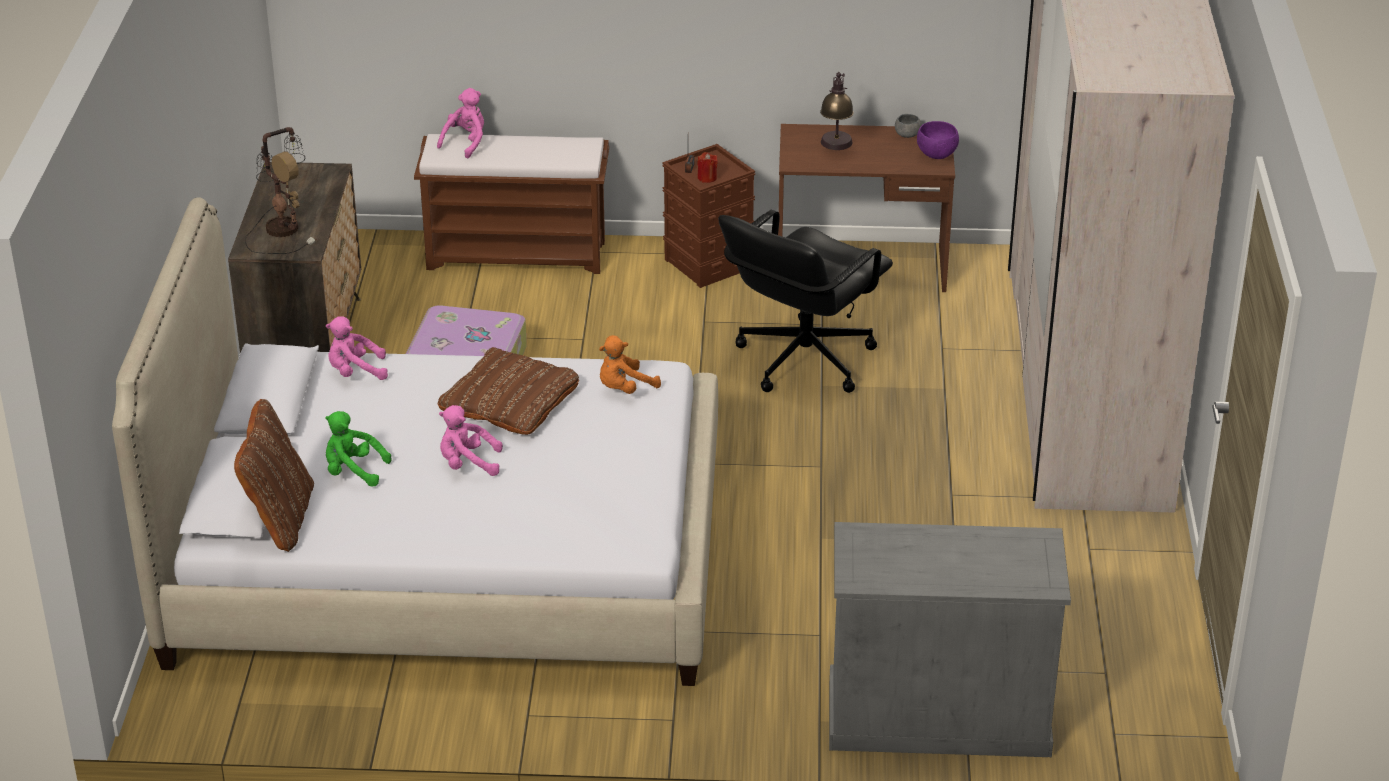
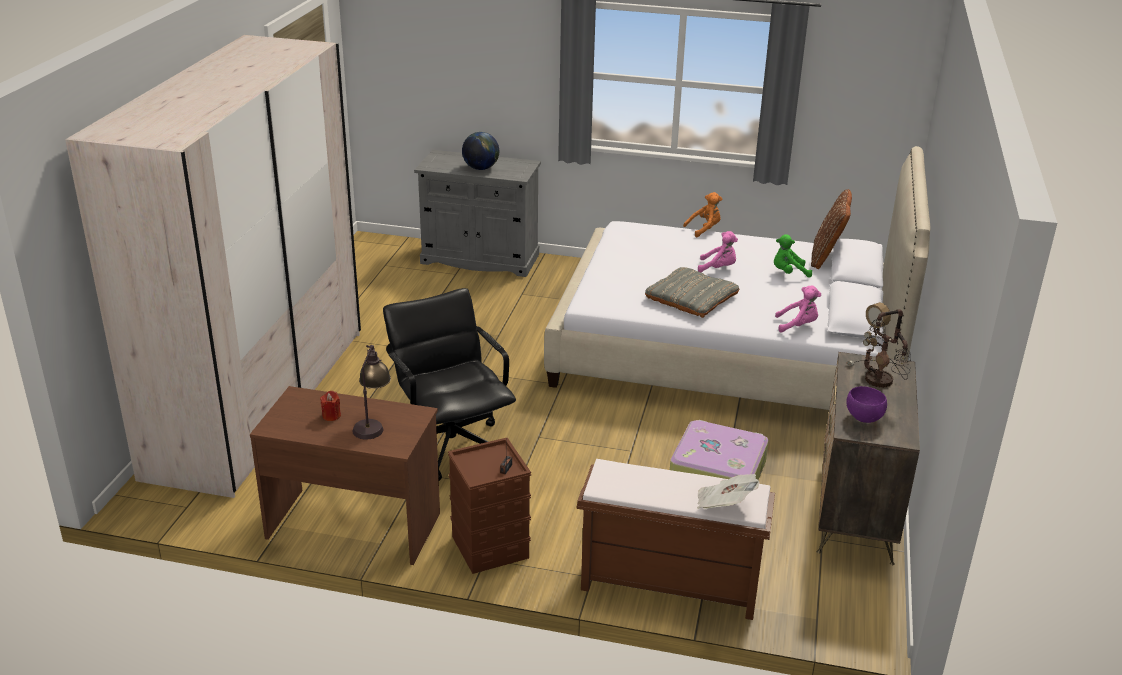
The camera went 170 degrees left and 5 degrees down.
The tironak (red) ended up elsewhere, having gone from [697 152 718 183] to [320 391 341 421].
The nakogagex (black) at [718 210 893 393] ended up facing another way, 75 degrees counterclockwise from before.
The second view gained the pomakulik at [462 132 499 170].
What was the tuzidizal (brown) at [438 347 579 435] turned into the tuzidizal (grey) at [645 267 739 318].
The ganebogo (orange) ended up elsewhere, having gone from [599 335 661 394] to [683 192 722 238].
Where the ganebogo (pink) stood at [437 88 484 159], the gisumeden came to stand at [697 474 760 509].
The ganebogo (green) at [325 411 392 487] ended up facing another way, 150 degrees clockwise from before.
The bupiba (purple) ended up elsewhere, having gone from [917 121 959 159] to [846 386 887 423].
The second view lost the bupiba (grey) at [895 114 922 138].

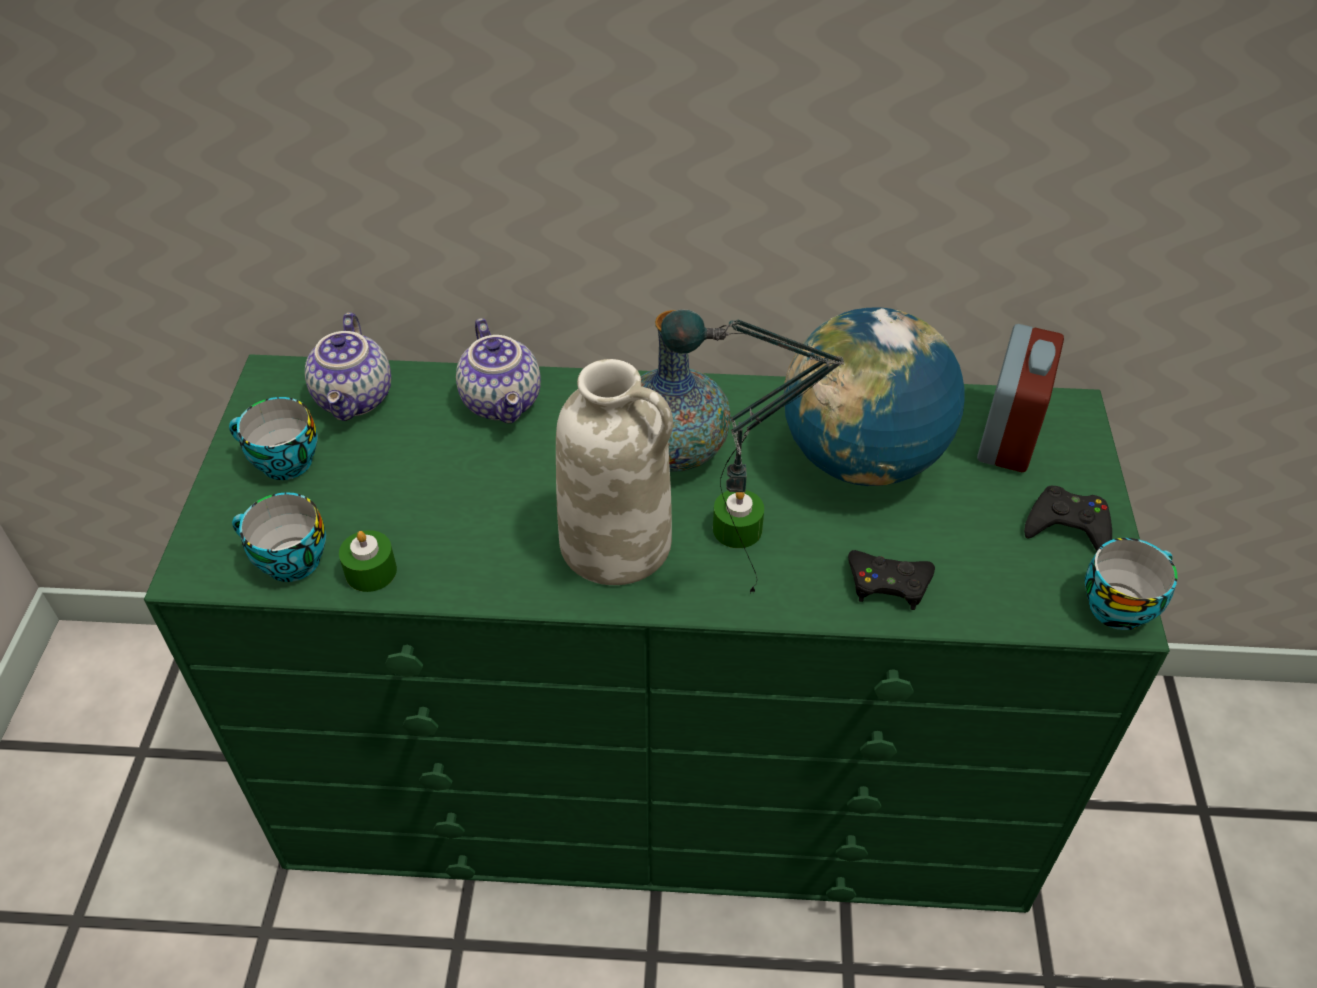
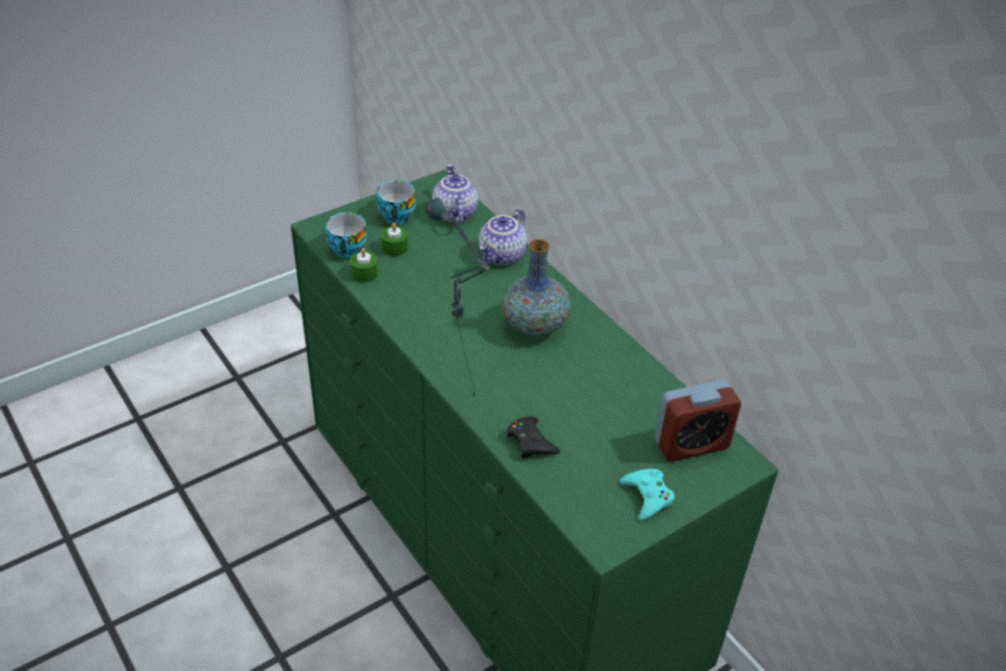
The camera went 50 degrees right and 5 degrees down.
The tironak (green) ended up elsewhere, having gone from [713 490 764 548] to [381 223 408 256].
The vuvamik at [305 312 391 421] ended up facing another way, 120 degrees clockwise from before.
What was the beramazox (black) at [1024 486 1112 551] turned into the beramazox (turquoise) at [619 469 675 521].
The second view lost the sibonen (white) at [556 359 673 585].
The second view lost the pomakulik at [784 308 965 486].
The second view lost the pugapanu at [1085 538 1178 630].

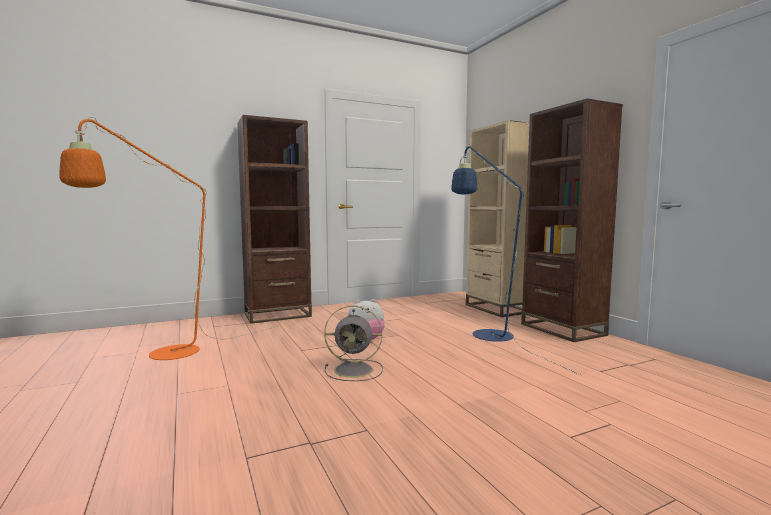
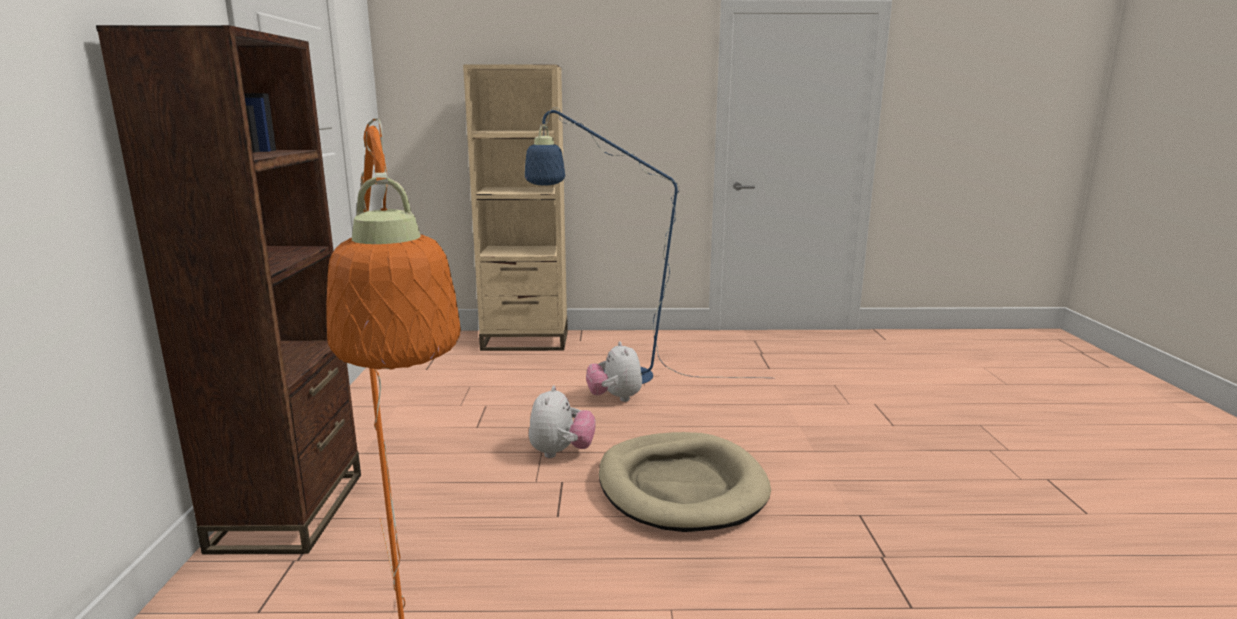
The camera went 65 degrees left and 10 degrees up.
The second view gained the ganebogo at [586 341 642 402].
Where the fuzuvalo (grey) stood at [324 306 383 381], the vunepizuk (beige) came to stand at [599 432 771 532].
The second view lost the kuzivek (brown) at [521 98 623 342].

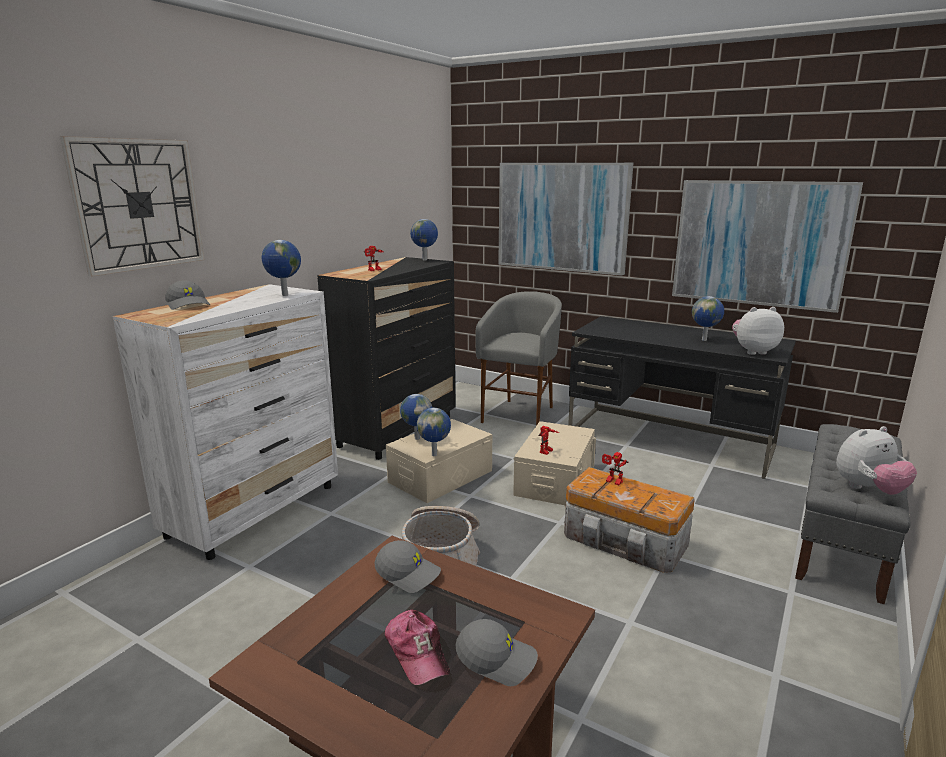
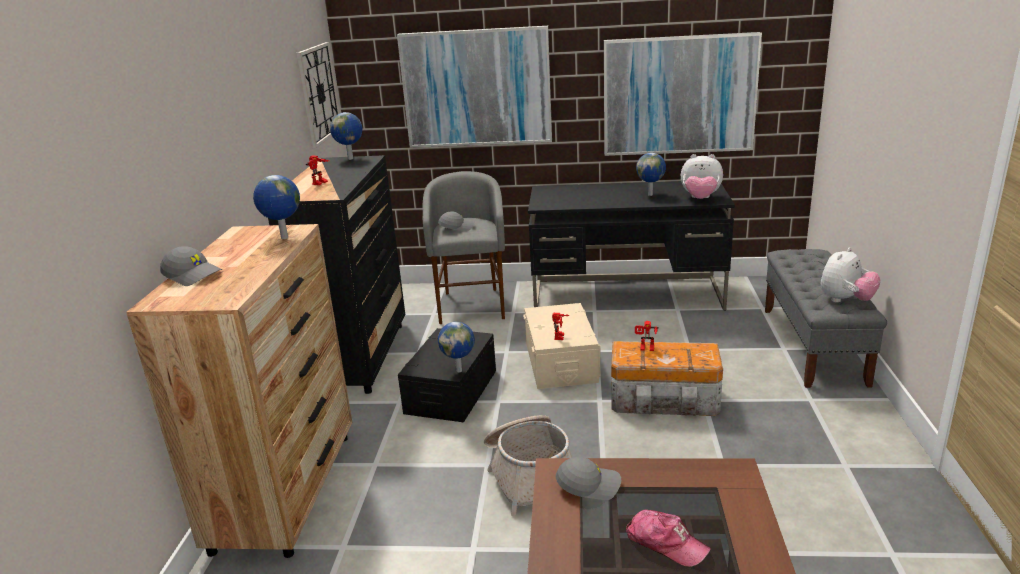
The camera went 25 degrees left and 5 degrees up.
What was the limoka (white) at [112 284 338 560] turned into the limoka (brown) at [126 224 352 558].
The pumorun ended up elsewhere, having gone from [60 136 205 277] to [296 42 340 148].
What was the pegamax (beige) at [386 419 492 503] turned into the pegamax (black) at [398 328 496 422].
The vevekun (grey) ended up elsewhere, having gone from [455 619 538 686] to [438 211 475 231].
The ganebogo at [732 307 784 355] ended up facing another way, 135 degrees counterclockwise from before.
The second view lost the pomakulik at [400 394 432 440].

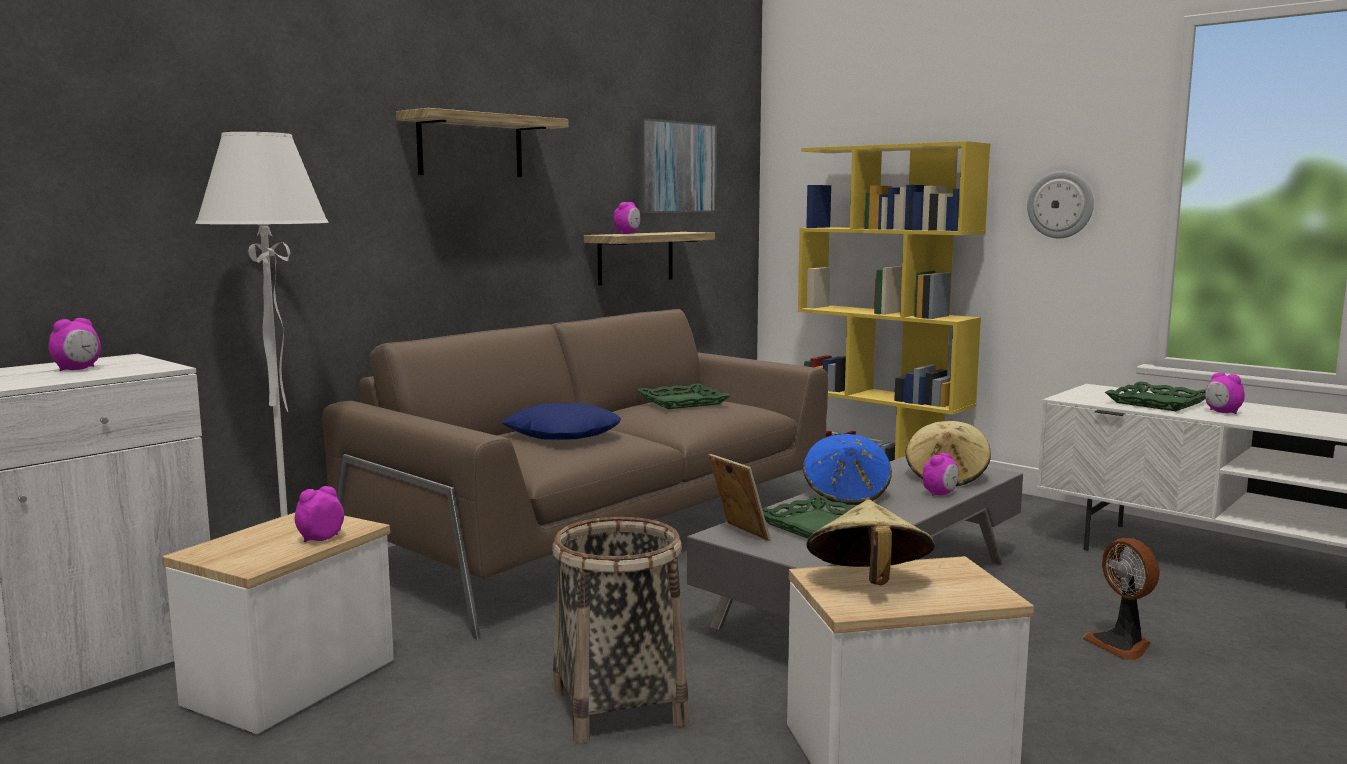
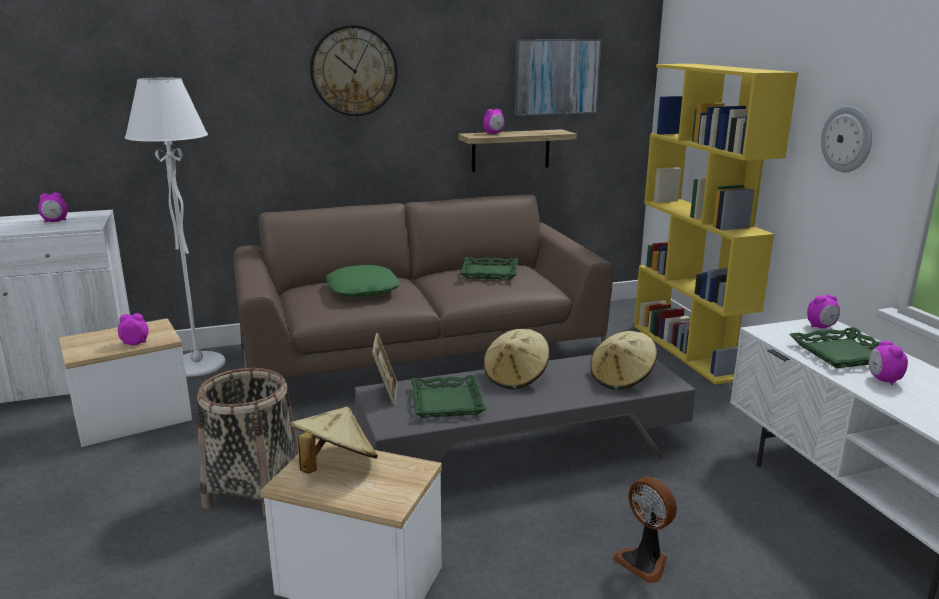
The camera went 30 degrees right and 10 degrees up.
Where the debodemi hung at [396 108 569 177], the pumorun came to hang at [310 25 398 116].
What was the tuzidizal (blue) at [502 403 621 440] turned into the tuzidizal (green) at [326 265 400 297].
What was the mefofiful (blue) at [803 434 892 505] turned into the mefofiful (beige) at [484 329 550 389].
The fuzuvalo at [1082 538 1160 660] ended up facing another way, 45 degrees counterclockwise from before.
The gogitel ended up elsewhere, having gone from [923 453 959 496] to [807 294 840 328].

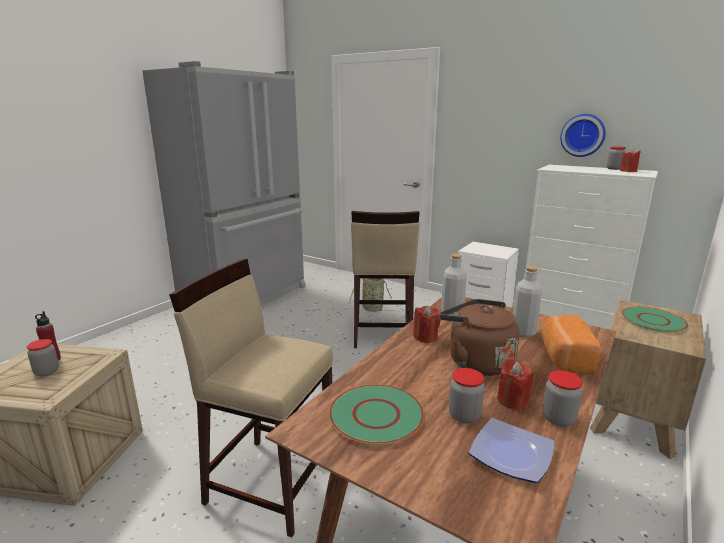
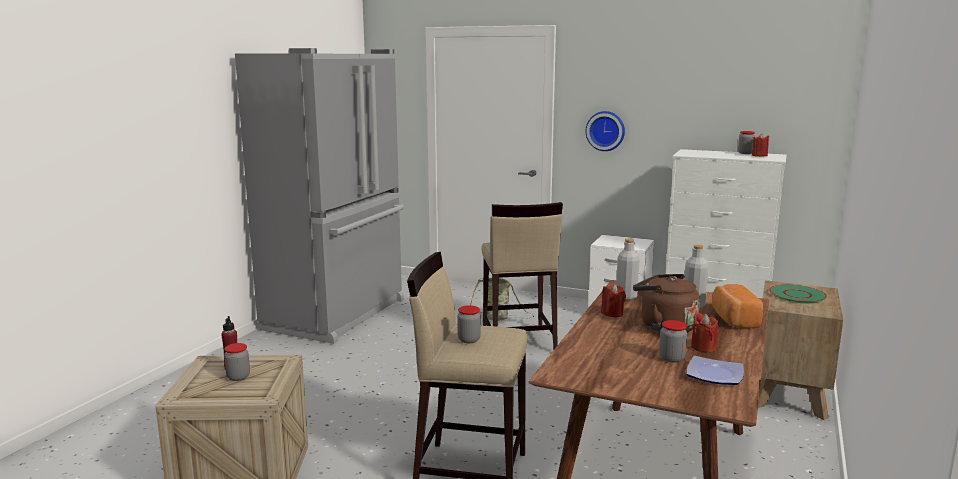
The camera went 10 degrees left and 5 degrees down.
The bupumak ended up elsewhere, having gone from [542 370 583 427] to [457 305 481 343].
The pumorun ended up elsewhere, having gone from [560 114 606 157] to [585 111 625 151].
The second view lost the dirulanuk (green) at [329 384 424 445].

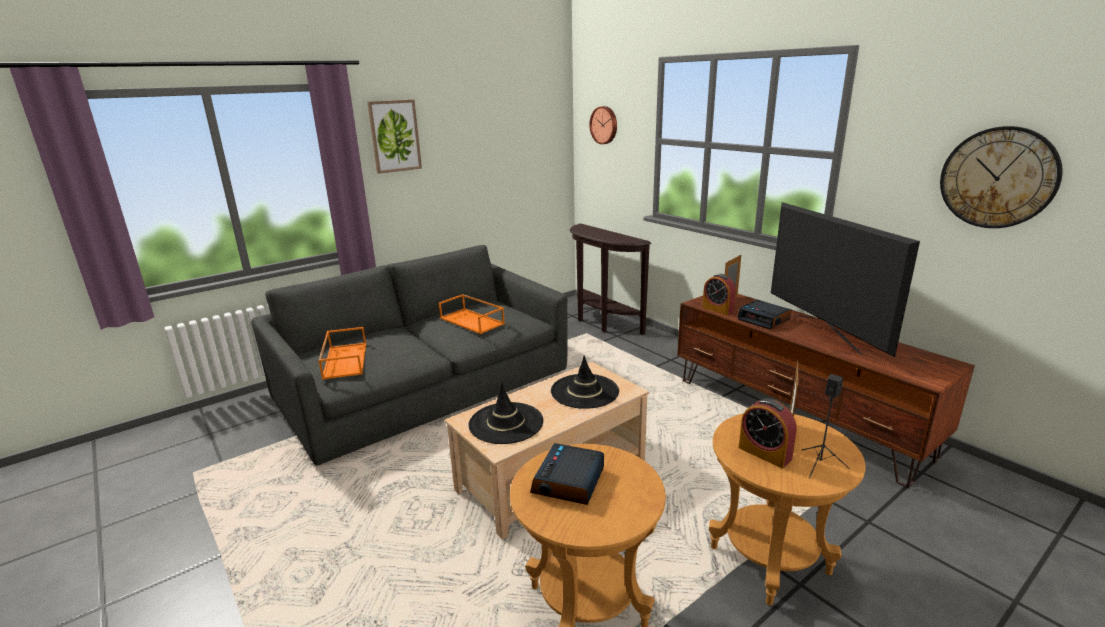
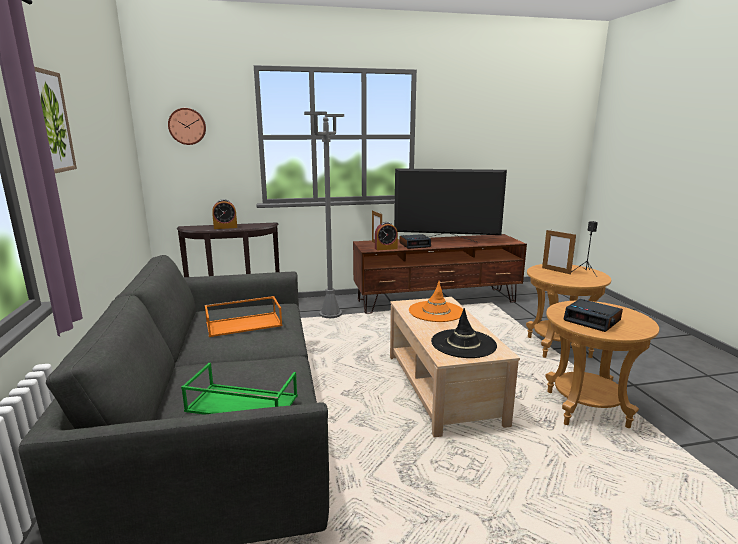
The camera went 65 degrees left and 5 degrees down.
What was the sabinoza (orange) at [318 327 366 380] turned into the sabinoza (green) at [181 363 298 415].
The gogitel ended up elsewhere, having gone from [739 399 797 468] to [212 199 237 229].
The second view gained the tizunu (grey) at [304 111 344 318].
What was the mefofiful (black) at [551 355 619 409] turned into the mefofiful (orange) at [409 281 463 322].
The second view lost the pumorun at [940 126 1062 228].

